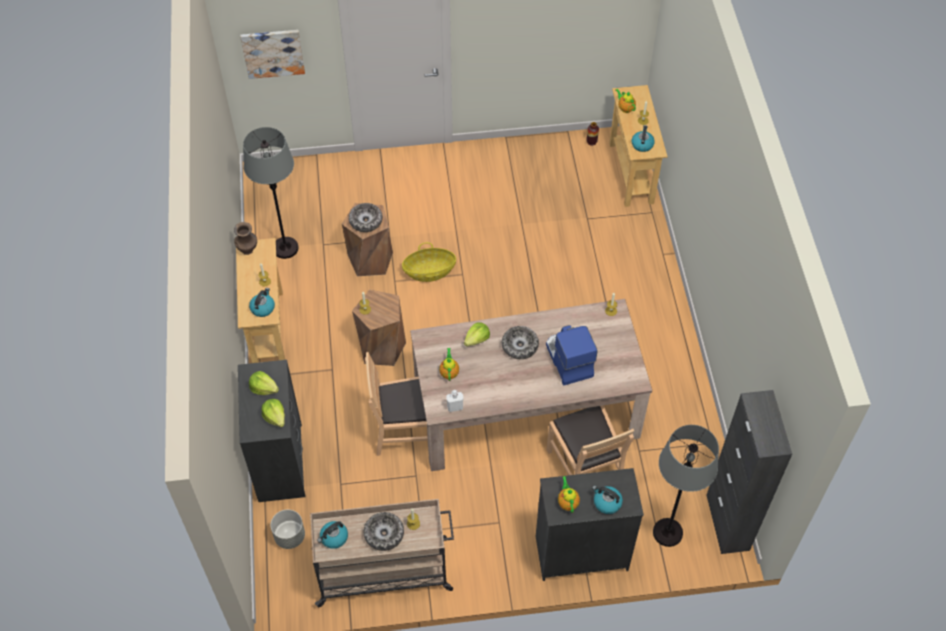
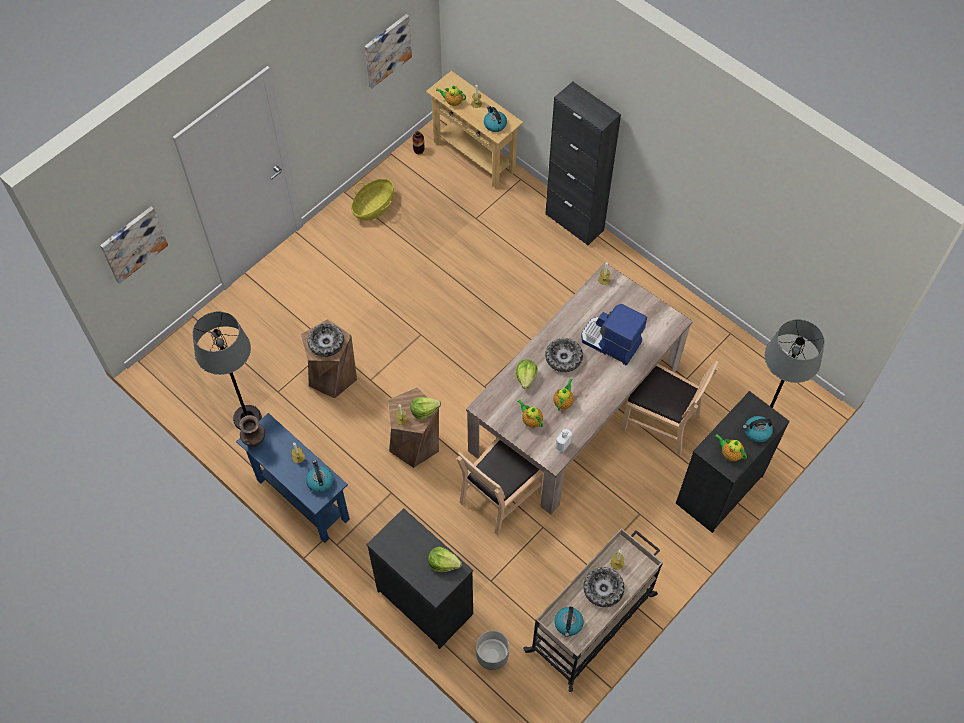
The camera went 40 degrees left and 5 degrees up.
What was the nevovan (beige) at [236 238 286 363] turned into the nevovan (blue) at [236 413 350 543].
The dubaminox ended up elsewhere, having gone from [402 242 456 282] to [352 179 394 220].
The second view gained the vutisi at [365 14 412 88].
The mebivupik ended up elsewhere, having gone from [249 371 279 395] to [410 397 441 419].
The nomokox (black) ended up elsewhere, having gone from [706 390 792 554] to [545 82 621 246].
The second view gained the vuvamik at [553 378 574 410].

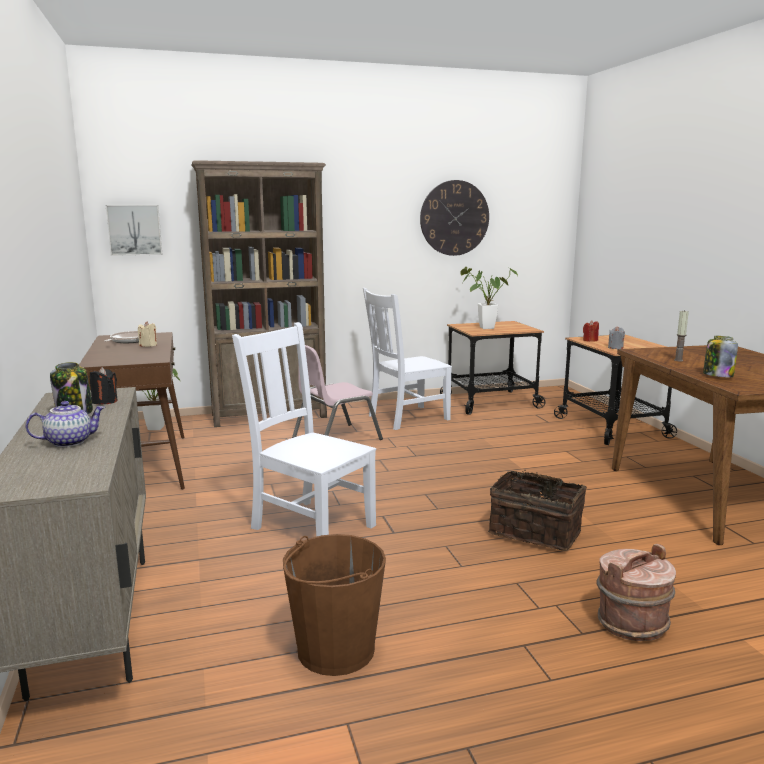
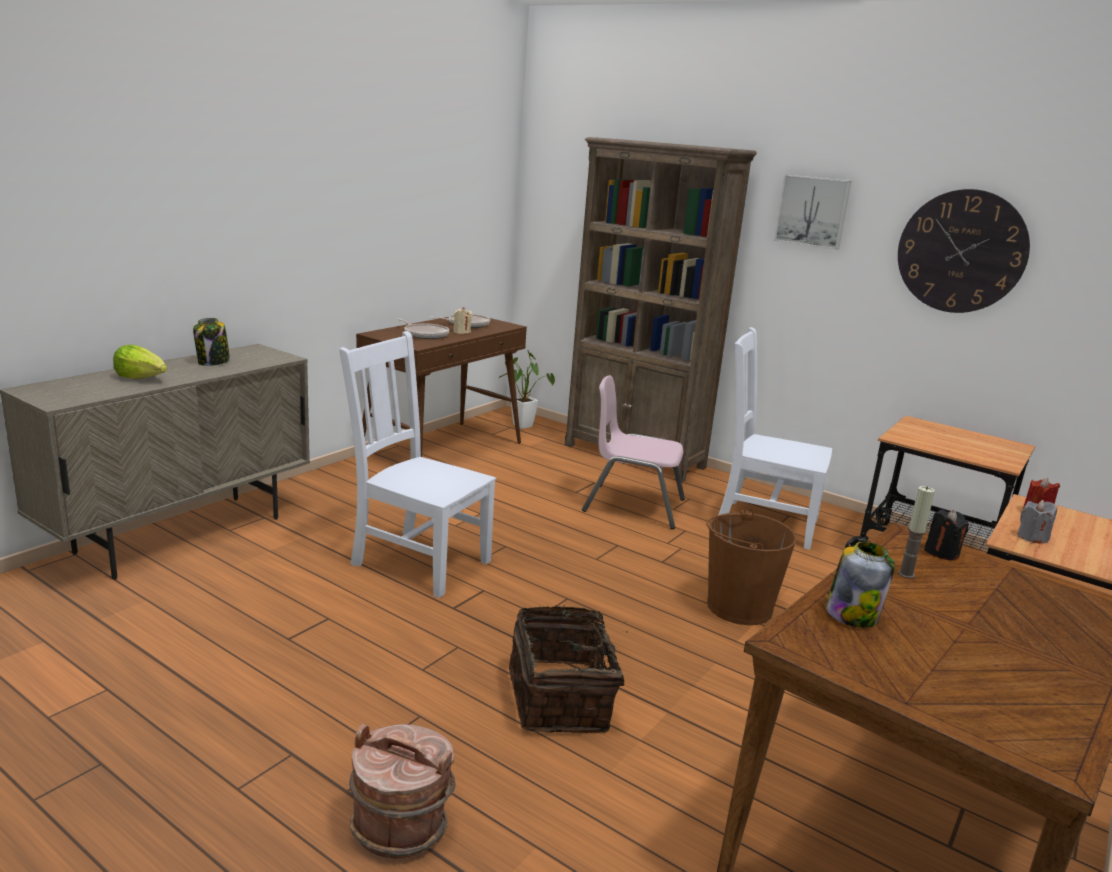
The camera went 50 degrees right and 5 degrees up.
Where the vuvamik stood at [25 401 105 447], the mebivupik came to stand at [113 345 167 379].
The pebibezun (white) at [232 322 376 537] ended up facing another way, 60 degrees counterclockwise from before.
The second view gained the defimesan at [397 318 449 339].
The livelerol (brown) ended up elsewhere, having gone from [283 534 386 676] to [706 509 797 625].
The vutisi ended up elsewhere, having gone from [106 205 162 256] to [774 175 852 250].
The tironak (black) ended up elsewhere, having gone from [90 367 118 405] to [924 510 969 560].
The second view lost the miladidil at [460 267 518 329].

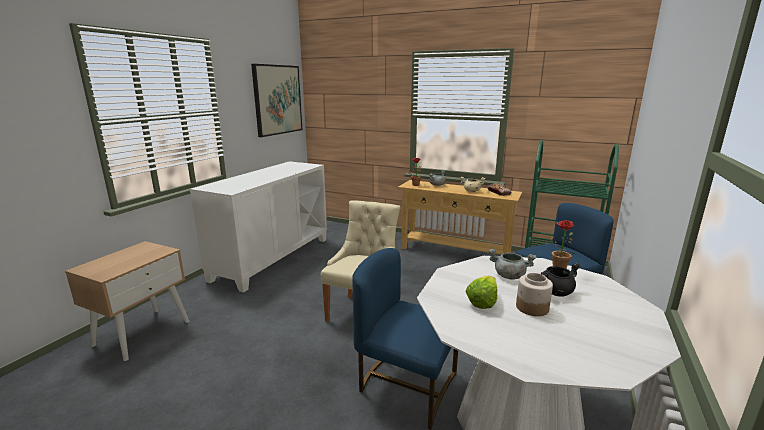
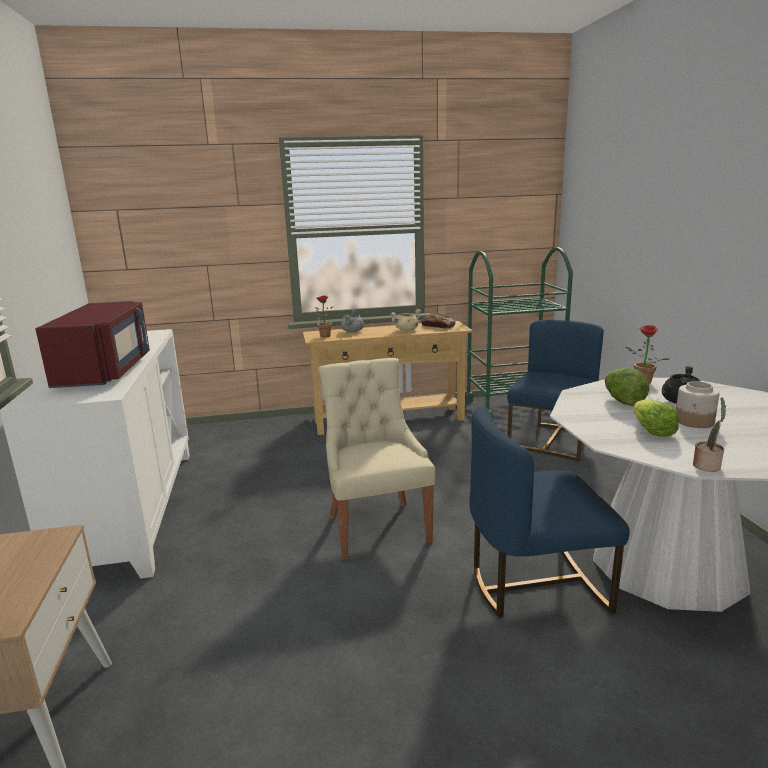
The camera went 35 degrees left and 0 degrees up.
The second view gained the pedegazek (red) at [35 301 150 388].
Where the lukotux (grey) stood at [488 249 536 280], the mebivupik came to stand at [605 367 649 406].
The second view gained the miladidil at [693 397 726 472].
The second view lost the vutisi at [251 64 303 137].

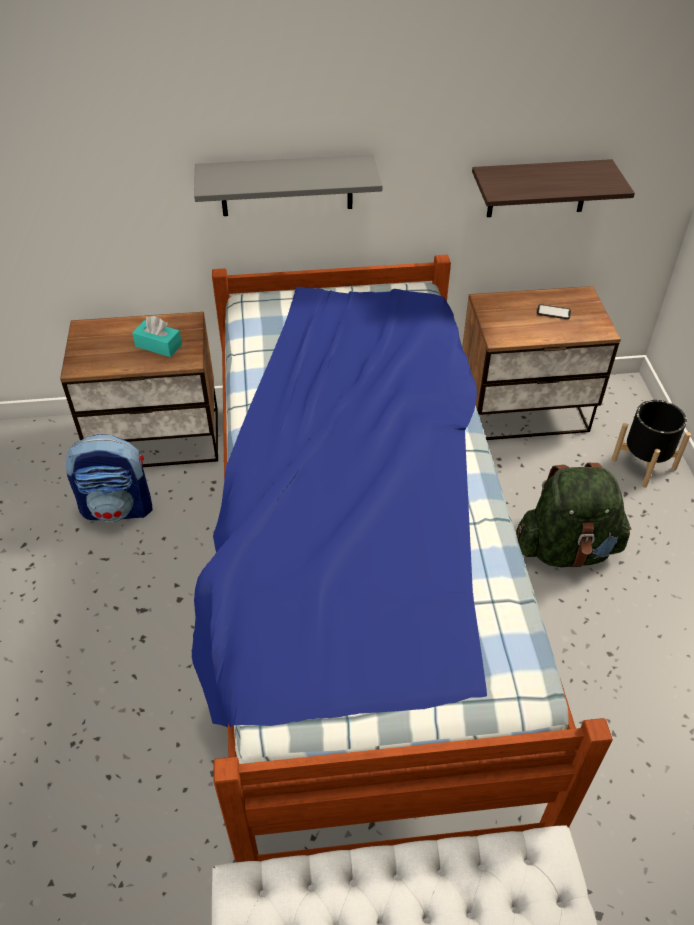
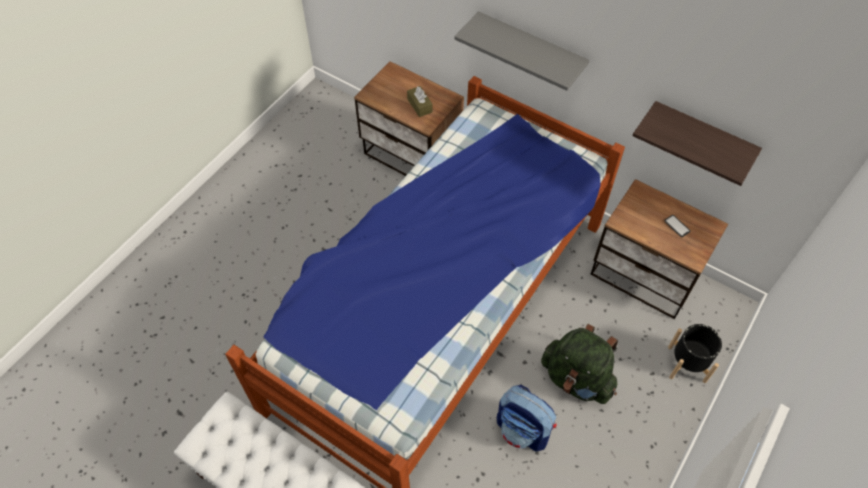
The camera went 40 degrees right and 10 degrees up.
What was the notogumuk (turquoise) at [132 316 182 357] turned into the notogumuk (brown) at [407 86 433 117].
The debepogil ended up elsewhere, having gone from [65 434 153 522] to [497 385 557 452].

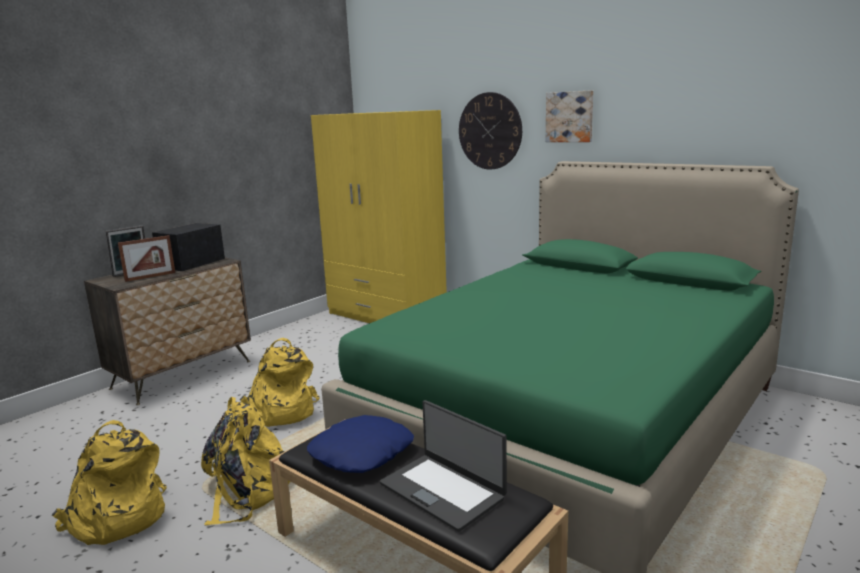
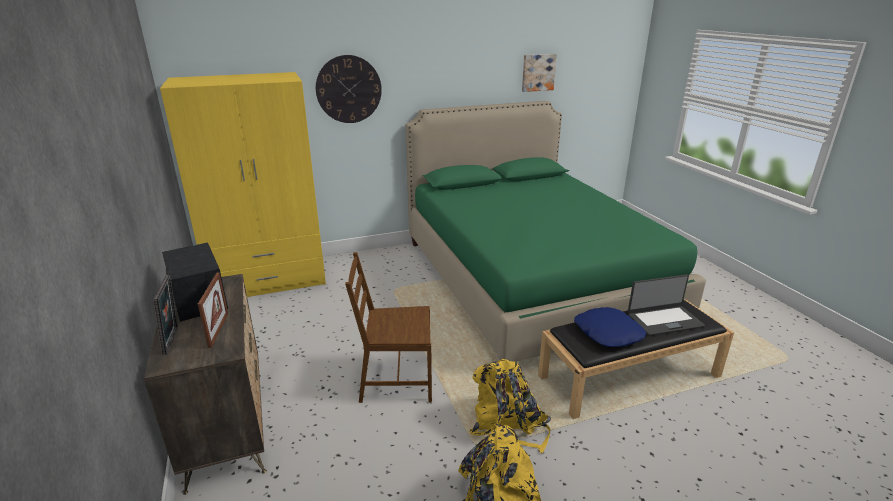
The camera went 60 degrees left and 10 degrees up.
Where the debepogil (yellow) stood at [240 338 320 427], the pebibezun (brown) came to stand at [345 252 432 403].
The vutisi ended up elsewhere, having gone from [546 90 593 142] to [522 54 557 92].

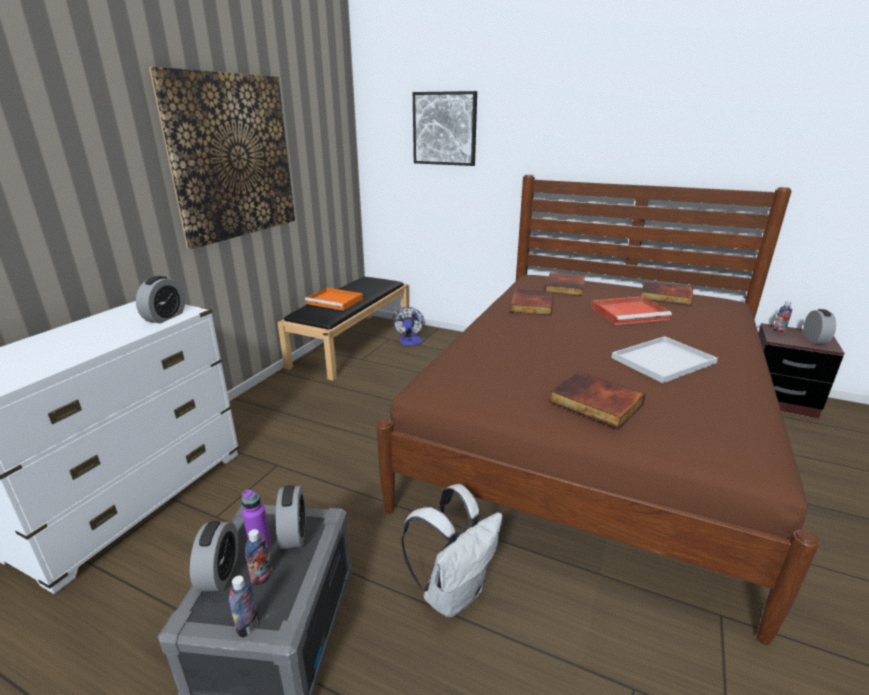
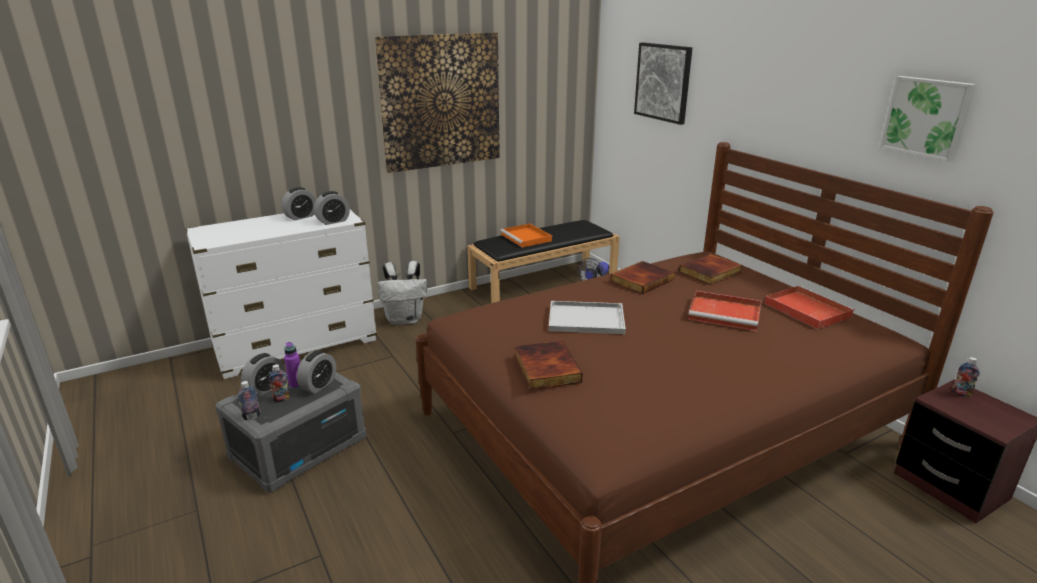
The camera went 35 degrees right and 0 degrees up.
The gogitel ended up elsewhere, having gone from [803 309 836 345] to [282 187 316 221].
The debepogil (white) ended up elsewhere, having gone from [401 484 503 617] to [378 261 427 325].
The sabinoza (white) ended up elsewhere, having gone from [611 336 718 383] to [549 301 626 334].
Where the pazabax stood at [641 281 693 306], the sabinoza (red) came to stand at [764 285 855 330].
The second view gained the vutisi at [880 76 976 162].

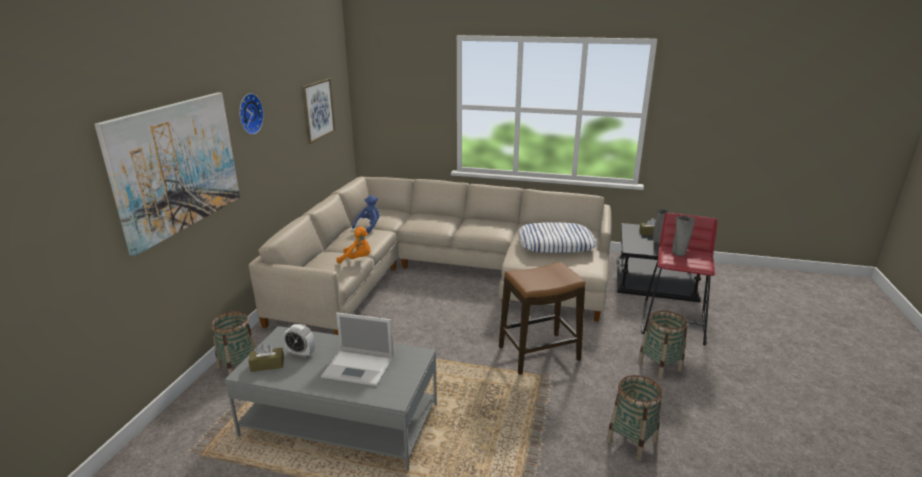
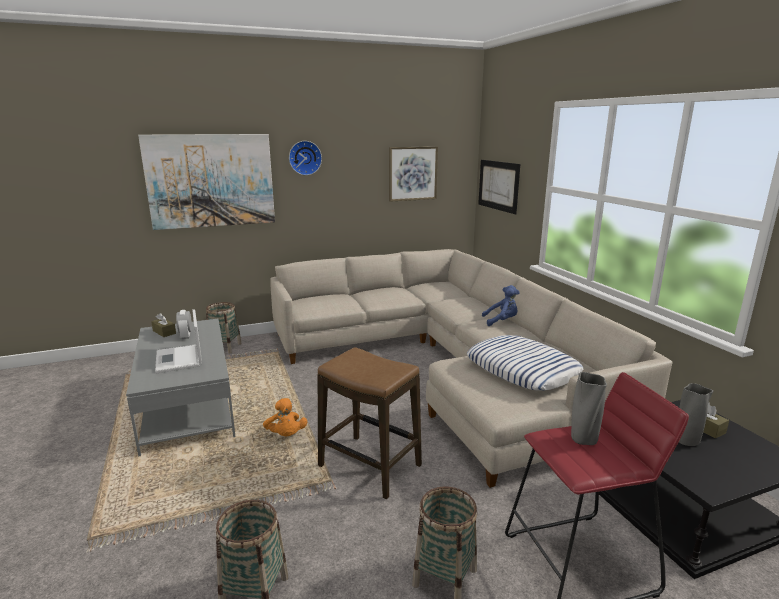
The camera went 55 degrees right and 5 degrees down.
The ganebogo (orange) ended up elsewhere, having gone from [337 227 371 264] to [263 398 307 436].
The second view gained the vutisi at [478 160 520 214].
The ganebogo (blue) ended up elsewhere, having gone from [352 195 380 234] to [482 285 520 326].

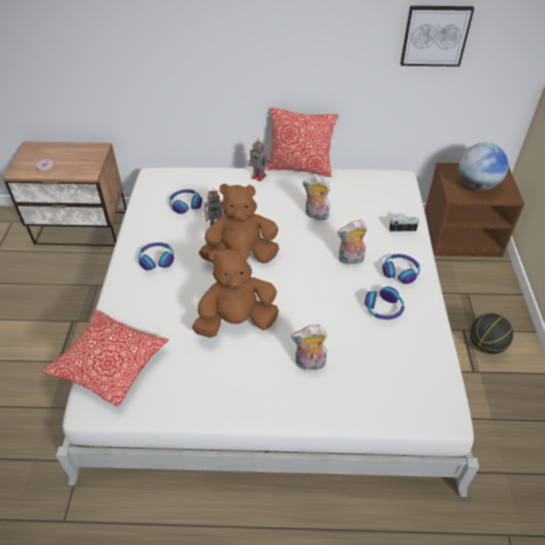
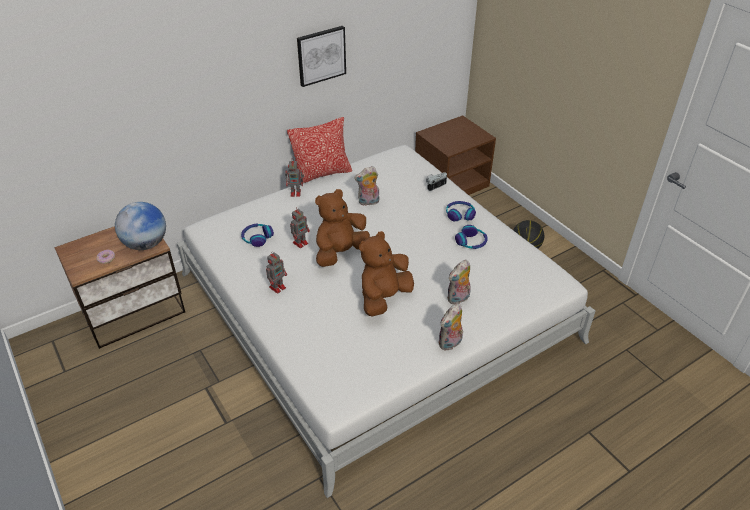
The camera went 35 degrees left and 5 degrees down.
The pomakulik ended up elsewhere, having gone from [458 143 508 190] to [115 202 166 250].
Where the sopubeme stood at [138 242 174 270], the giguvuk came to stand at [266 251 287 294].
The vutisi ended up elsewhere, having gone from [400 6 474 67] to [297 26 346 87].
The ganebogo ended up elsewhere, having gone from [337 220 367 265] to [438 303 463 350].
The second view lost the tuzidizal at [42 309 169 407].

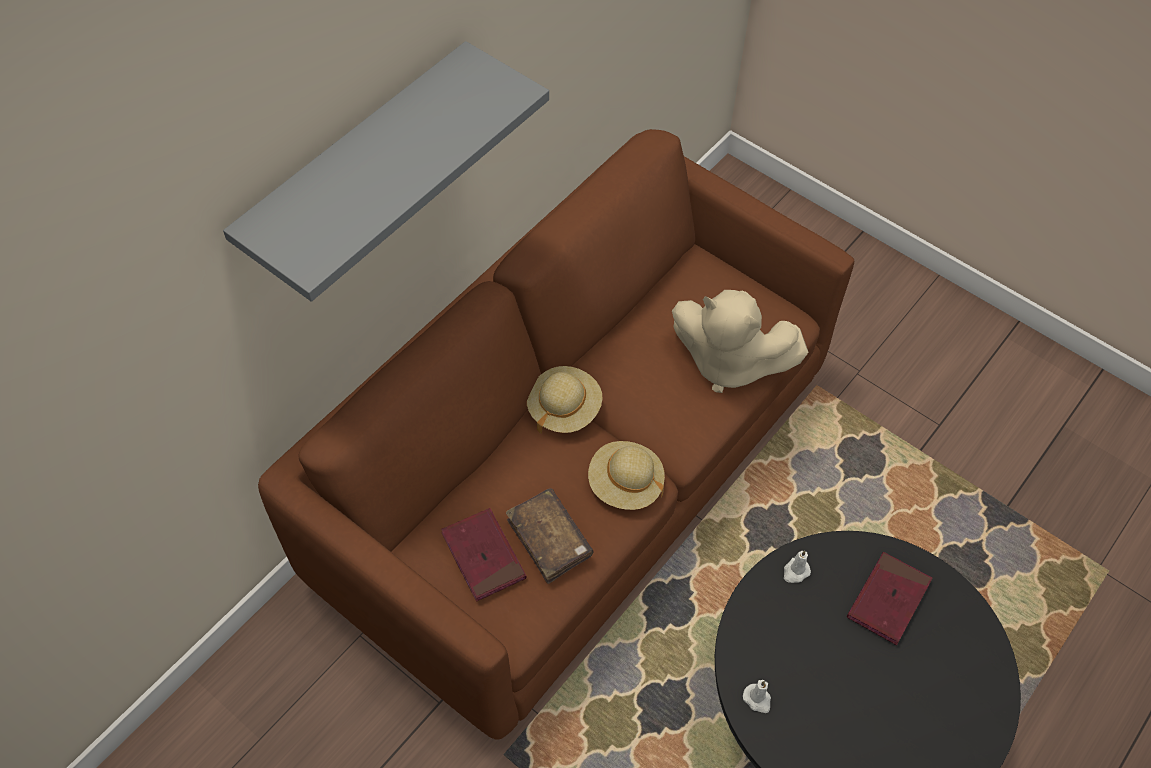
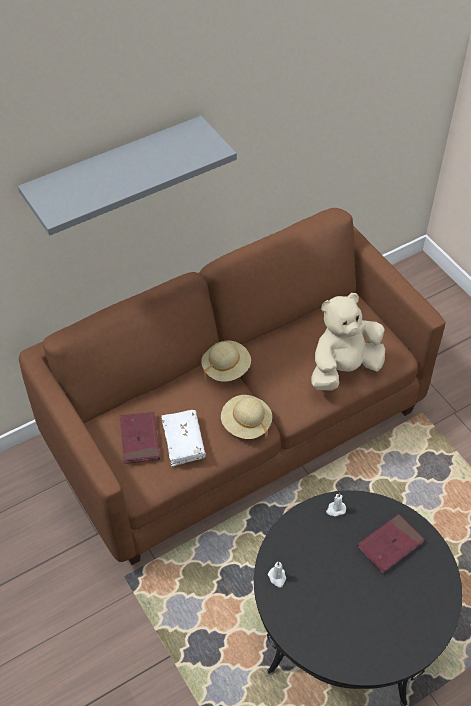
The camera went 20 degrees right and 5 degrees down.
What was the pazabax (brown) at [506 488 594 584] turned into the pazabax (white) at [161 410 206 467].
The ganebogo (beige) at [672 290 808 393] ended up facing another way, 105 degrees clockwise from before.

